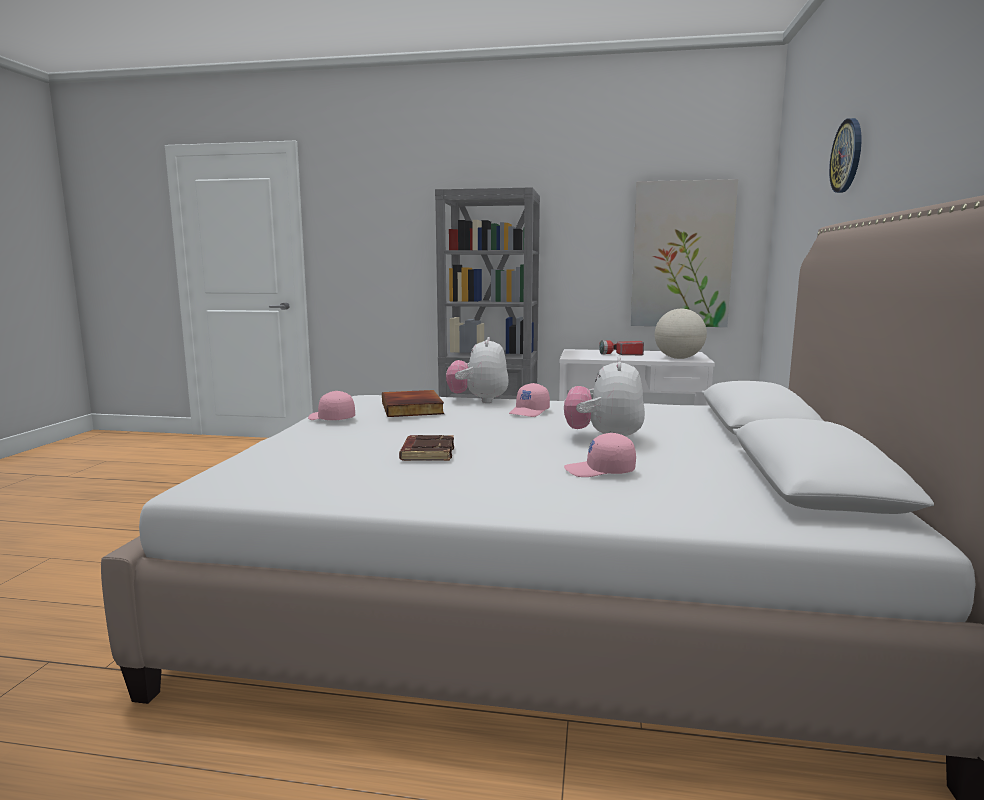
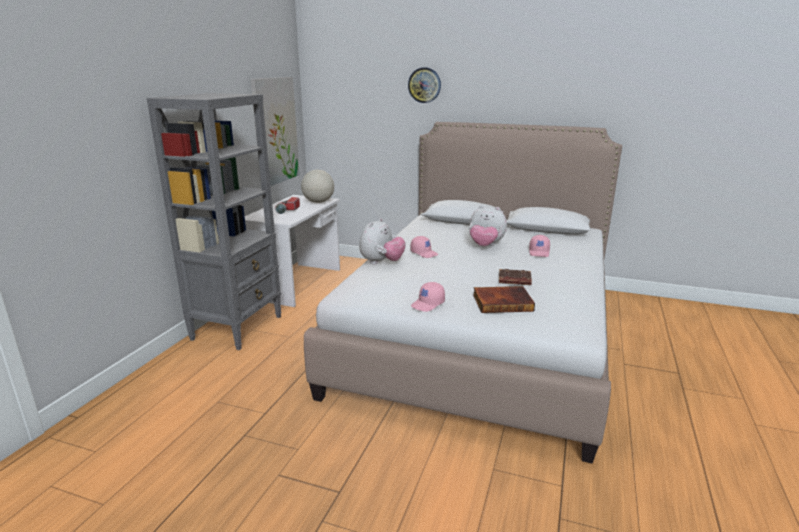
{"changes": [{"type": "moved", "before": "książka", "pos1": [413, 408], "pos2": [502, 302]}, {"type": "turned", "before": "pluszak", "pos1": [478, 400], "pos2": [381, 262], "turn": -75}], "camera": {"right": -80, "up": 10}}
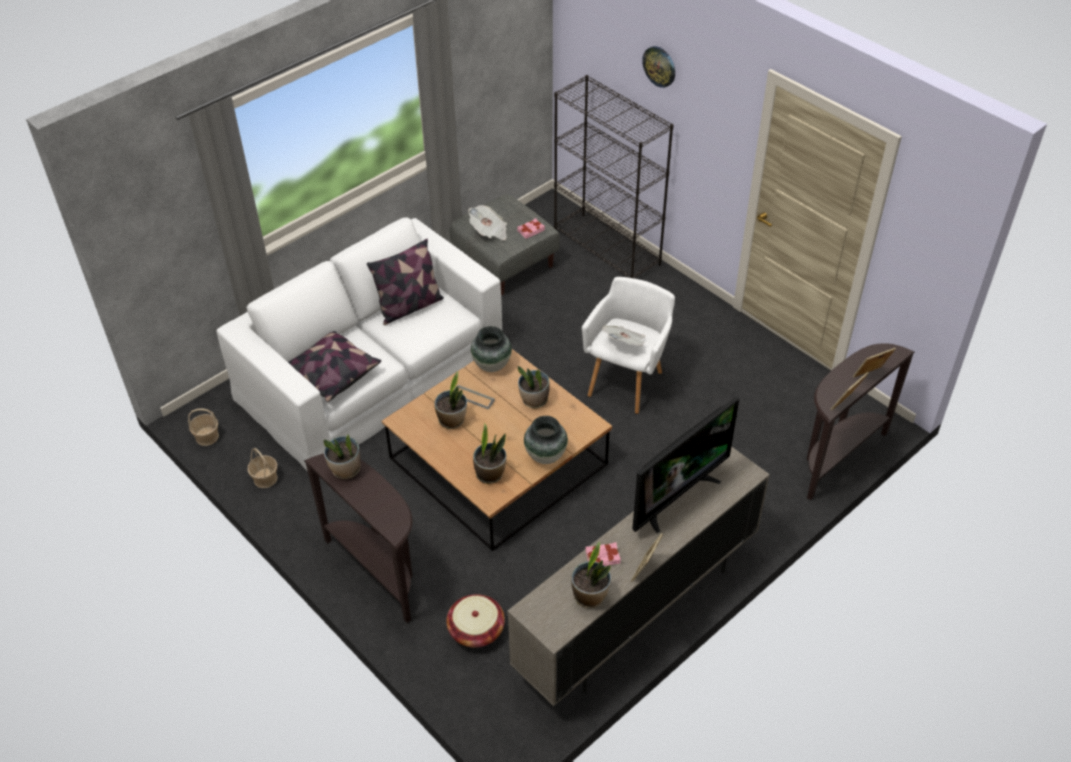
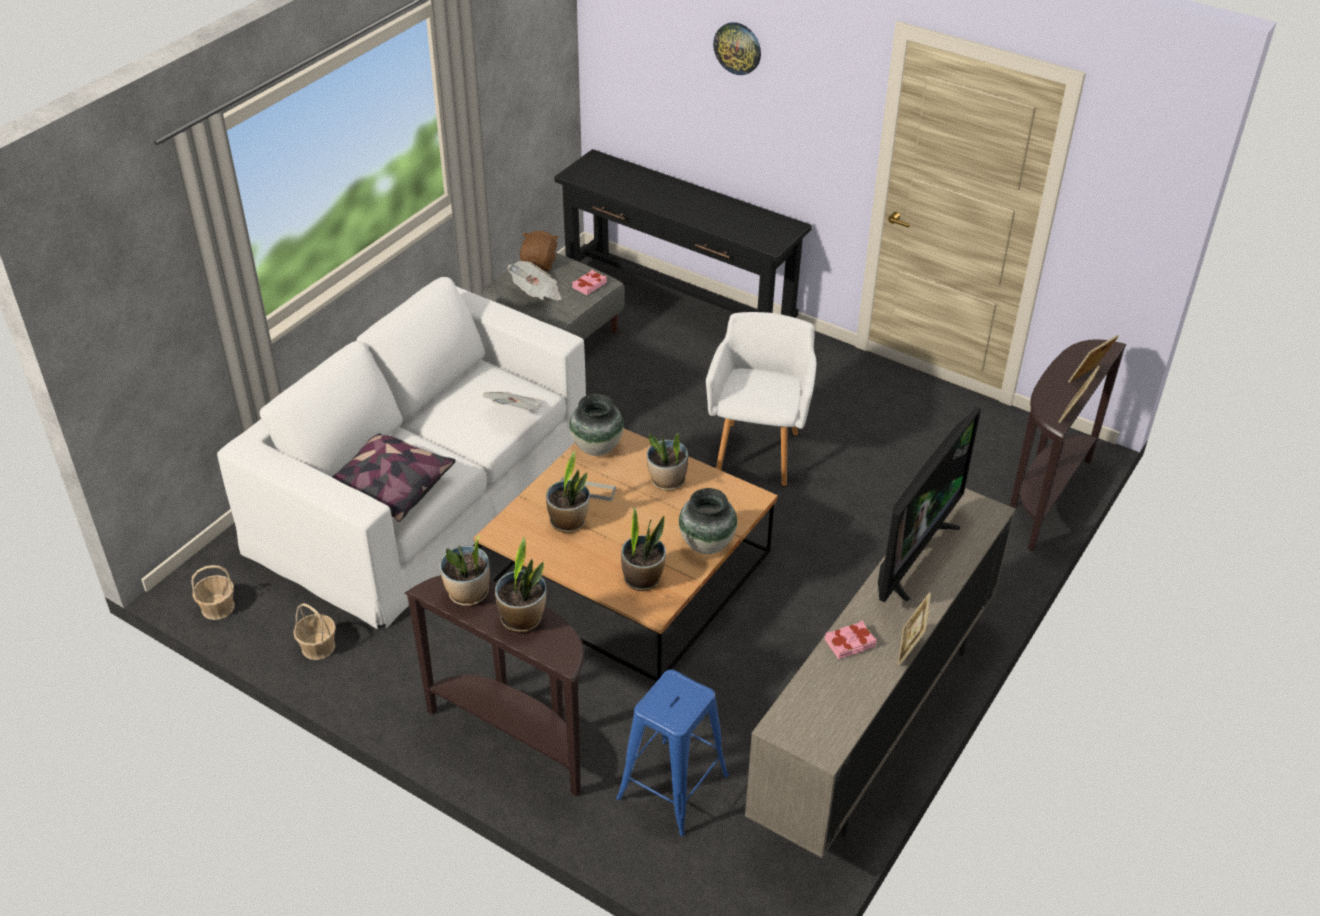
{"changes": [{"type": "removed", "before": "poduszka", "pos1": [409, 307]}, {"type": "replaced", "before": "koszyk", "after": "stołek [niebieski]", "pos1": [476, 630], "pos2": [673, 786]}, {"type": "replaced", "before": "regał [czarny]", "after": "stolik konsolowy [czarny]", "pos1": [607, 248], "pos2": [678, 302]}, {"type": "moved", "before": "roślina doniczkowa", "pos1": [590, 596], "pos2": [522, 618]}, {"type": "moved", "before": "gazeta", "pos1": [625, 343], "pos2": [516, 412]}, {"type": "added", "after": "pluszak [brązowy]", "pos2": [539, 263]}], "camera": {"right": -15, "up": -5}}
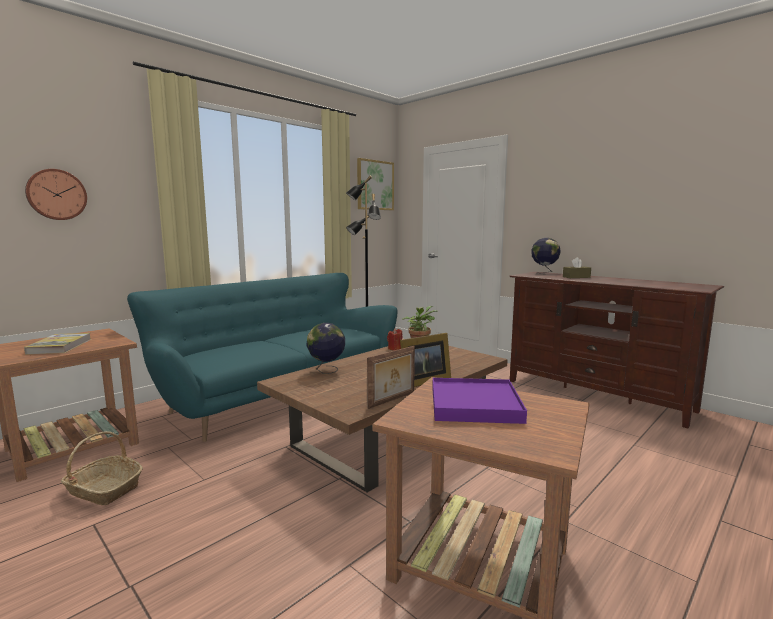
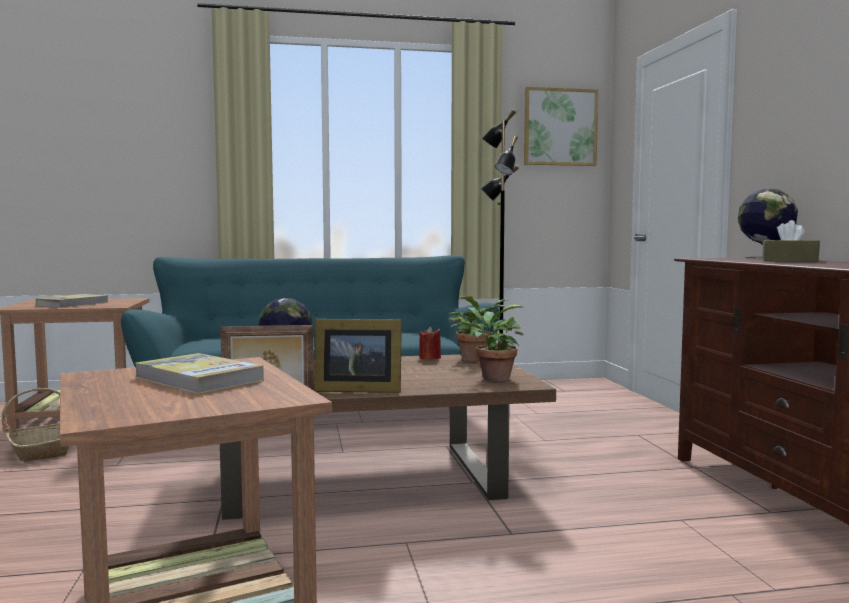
{"changes": [{"type": "removed", "before": "zegar ścienny", "pos1": [56, 194]}, {"type": "replaced", "before": "taca [fioletowy]", "after": "książka", "pos1": [475, 404], "pos2": [198, 379]}, {"type": "added", "after": "roślina doniczkowa", "pos2": [492, 378]}], "camera": {"right": 35, "up": -5}}
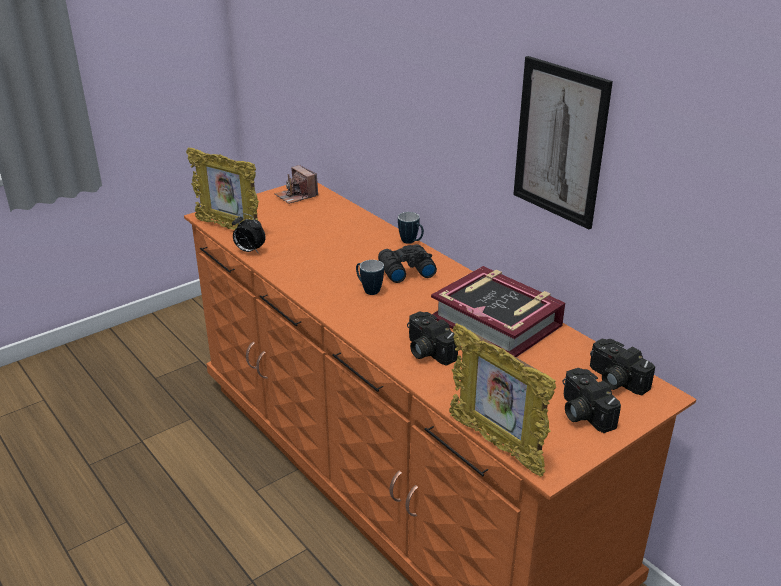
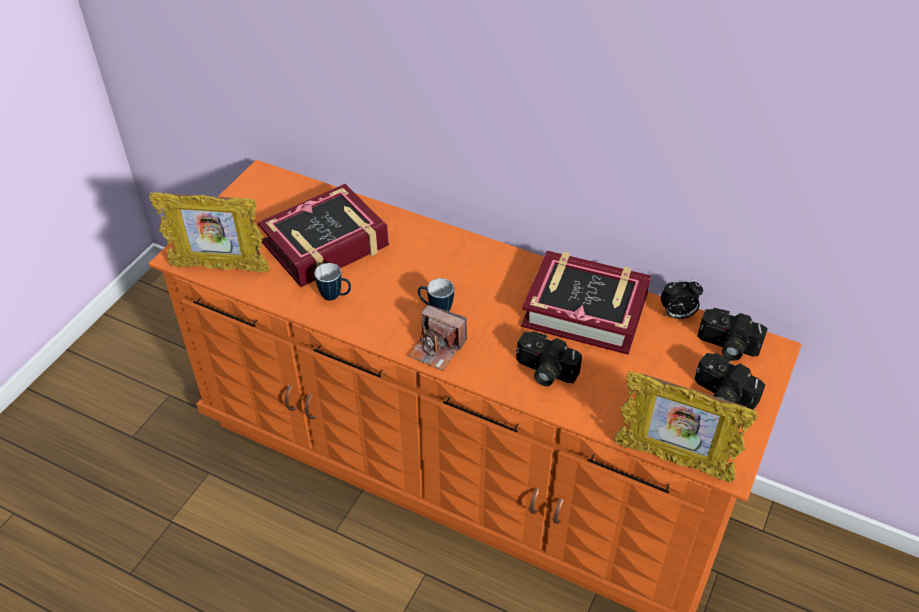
{"changes": [{"type": "moved", "before": "budzik", "pos1": [249, 251], "pos2": [677, 315]}, {"type": "moved", "before": "aparat fotograficzny", "pos1": [296, 196], "pos2": [437, 348]}, {"type": "removed", "before": "lornetka [czarny]", "pos1": [405, 270]}, {"type": "moved", "before": "kubek", "pos1": [411, 242], "pos2": [335, 296]}, {"type": "removed", "before": "obraz", "pos1": [560, 142]}, {"type": "added", "after": "książka", "pos2": [325, 245]}], "camera": {"right": -25, "up": 15}}
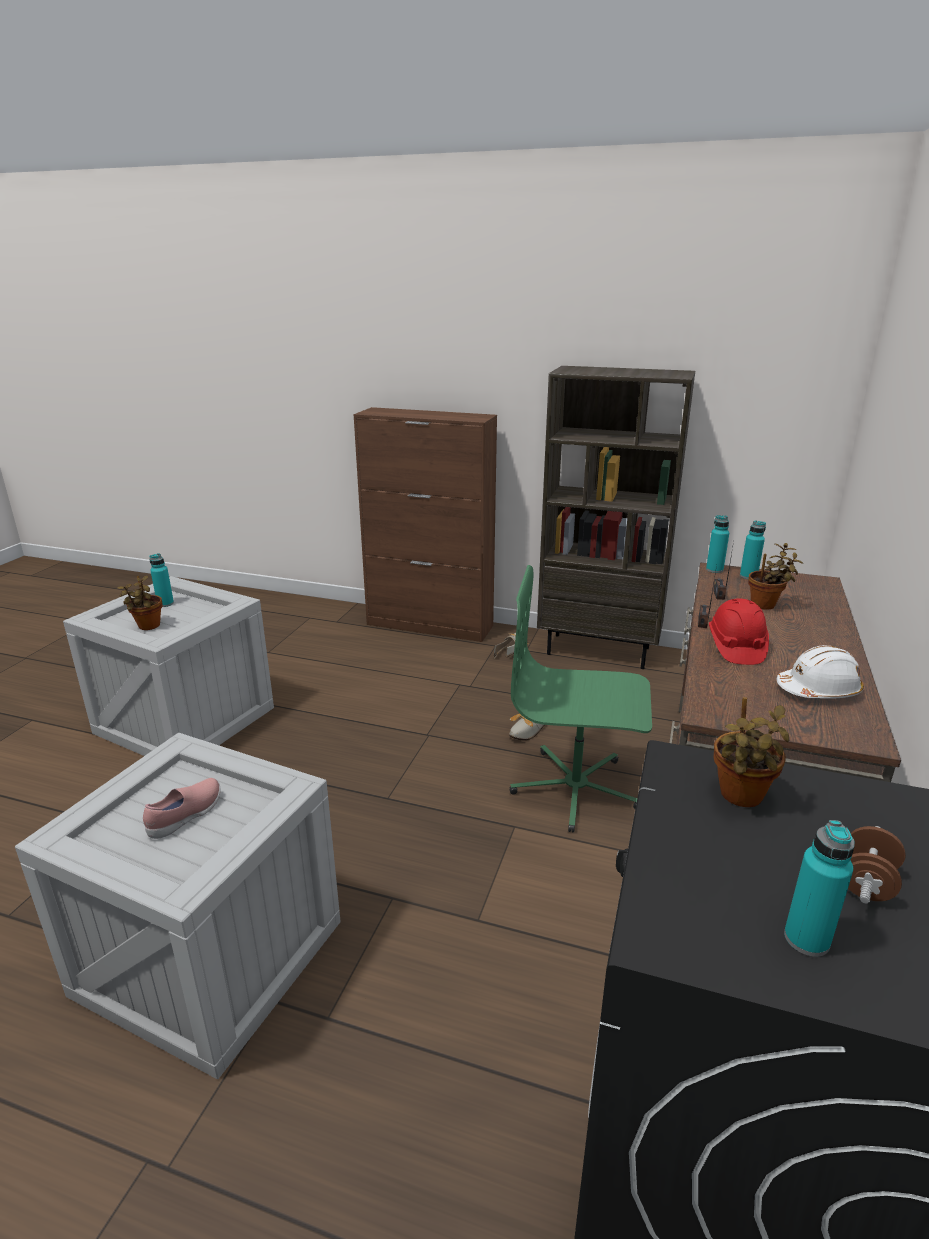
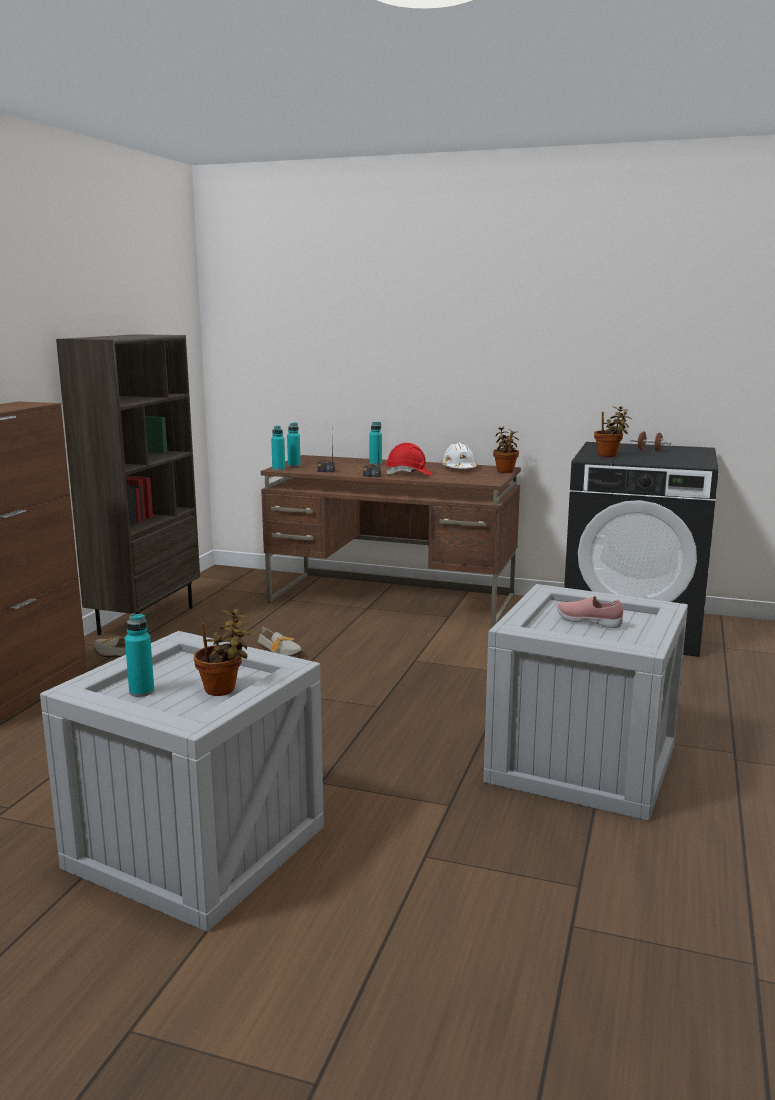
{"changes": [{"type": "removed", "before": "krzesło biurowe [zielony]", "pos1": [576, 789]}, {"type": "moved", "before": "roślina doniczkowa", "pos1": [766, 605], "pos2": [505, 471]}, {"type": "moved", "before": "butelka [turkusowy]", "pos1": [806, 939], "pos2": [375, 464]}], "camera": {"right": -90, "up": -10}}
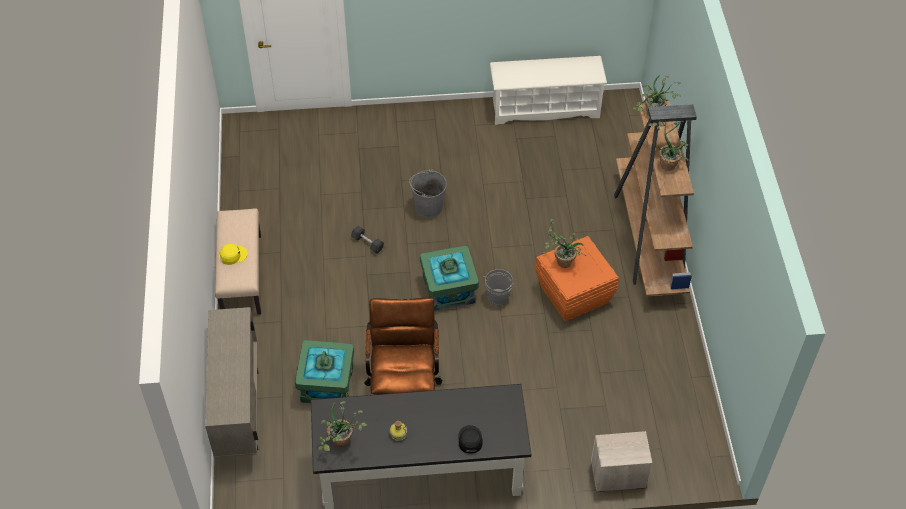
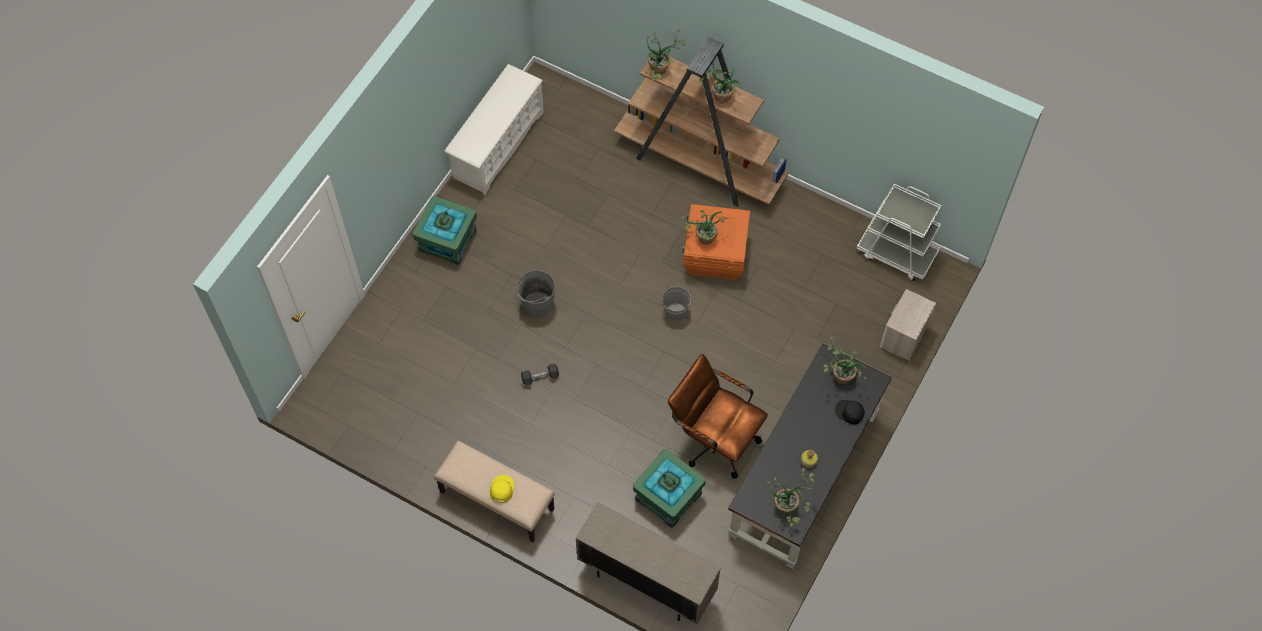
{"changes": [{"type": "moved", "before": "pojemnik do przechowywania [zielony]", "pos1": [449, 289], "pos2": [447, 240]}, {"type": "added", "after": "roślina doniczkowa", "pos2": [839, 375]}, {"type": "added", "after": "wózek [biały]", "pos2": [897, 253]}], "camera": {"right": -55, "up": 10}}
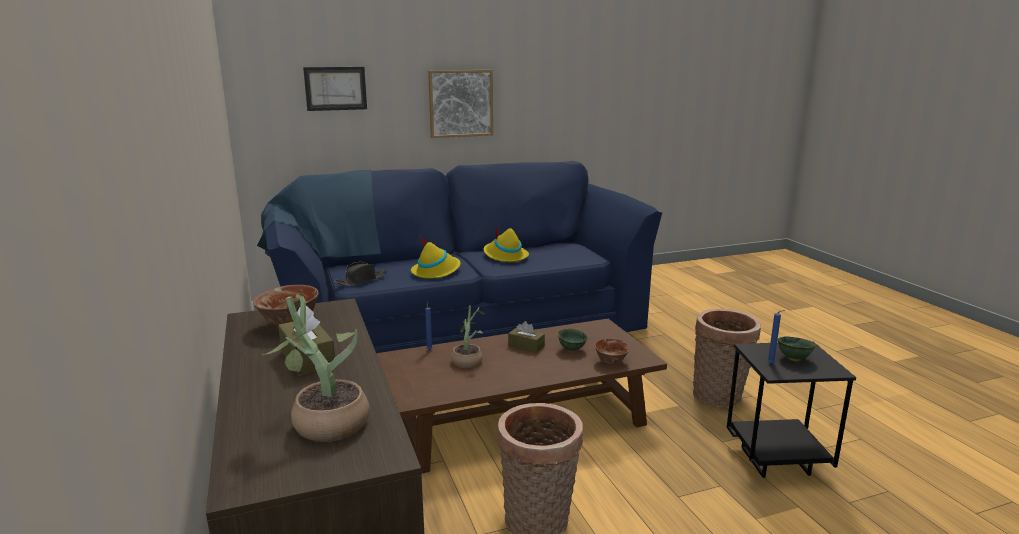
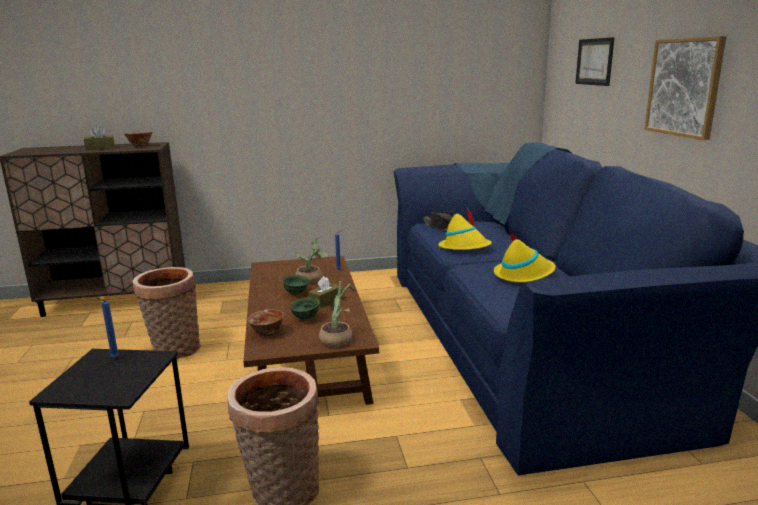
{"changes": [{"type": "moved", "before": "roślina doniczkowa", "pos1": [323, 422], "pos2": [338, 339]}, {"type": "moved", "before": "miska [zielony]", "pos1": [793, 359], "pos2": [296, 293]}], "camera": {"right": 100, "up": 0}}
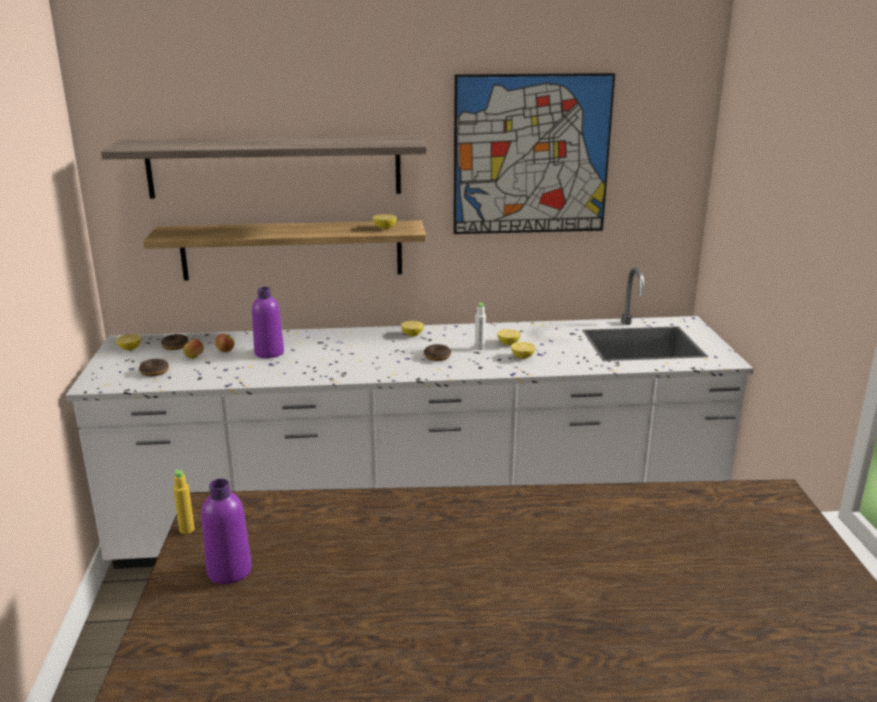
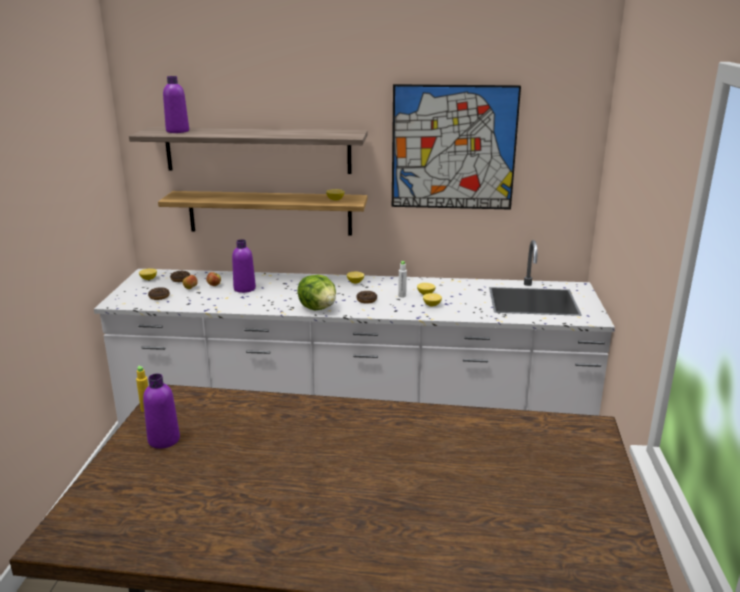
{"changes": [{"type": "added", "after": "butelka [fioletowy]", "pos2": [177, 131]}, {"type": "added", "after": "sałata", "pos2": [318, 308]}], "camera": {"right": 10, "up": 0}}
